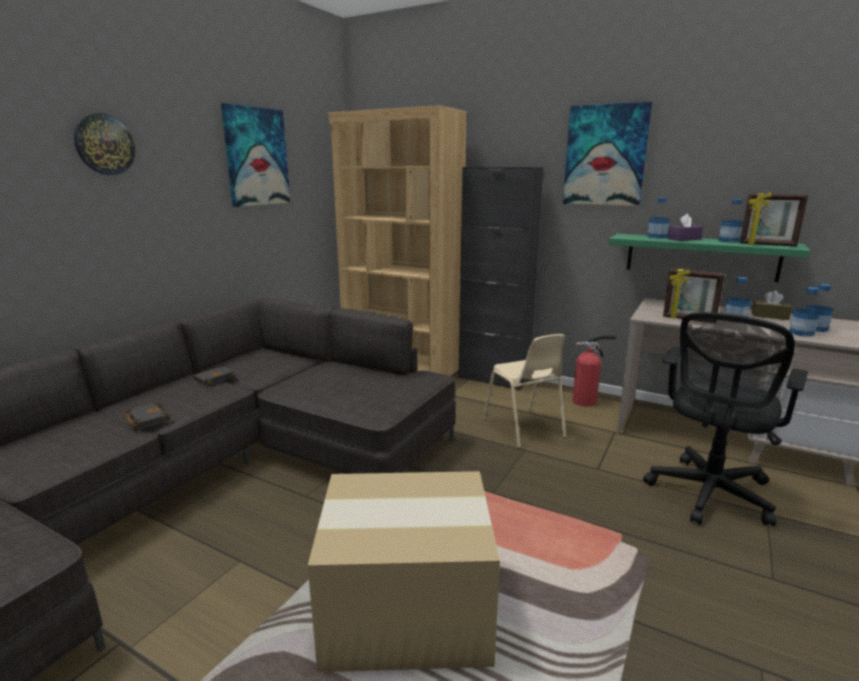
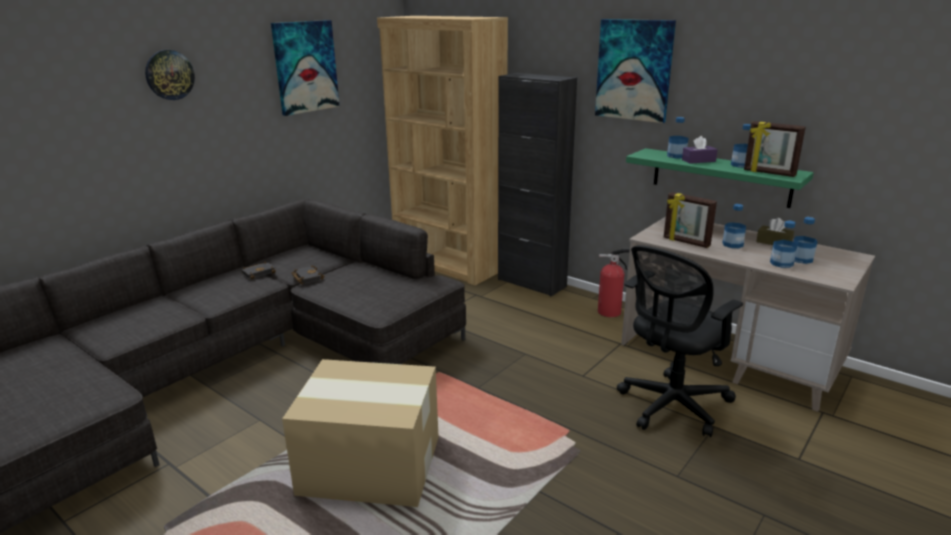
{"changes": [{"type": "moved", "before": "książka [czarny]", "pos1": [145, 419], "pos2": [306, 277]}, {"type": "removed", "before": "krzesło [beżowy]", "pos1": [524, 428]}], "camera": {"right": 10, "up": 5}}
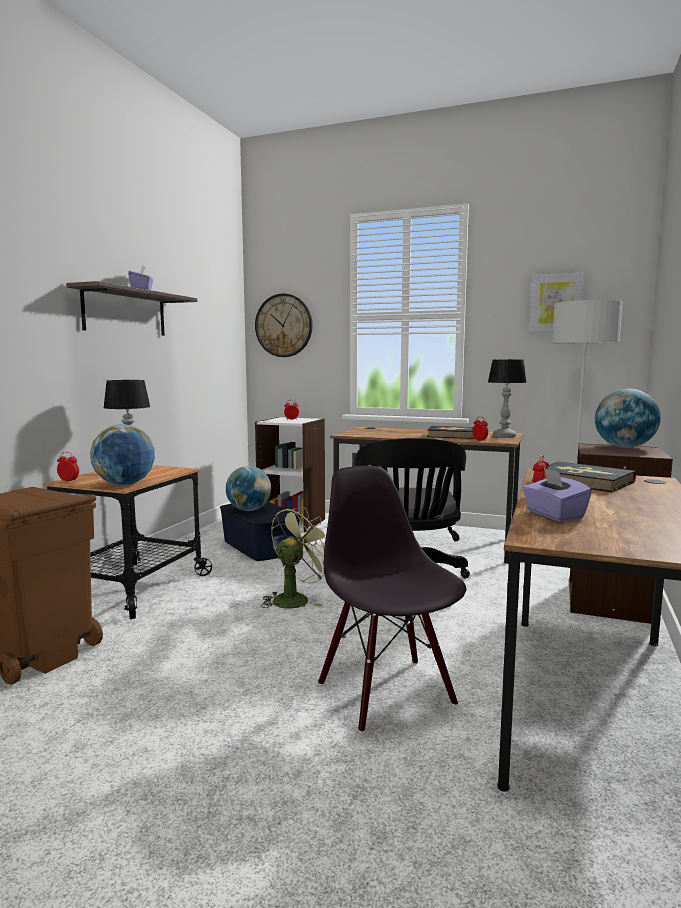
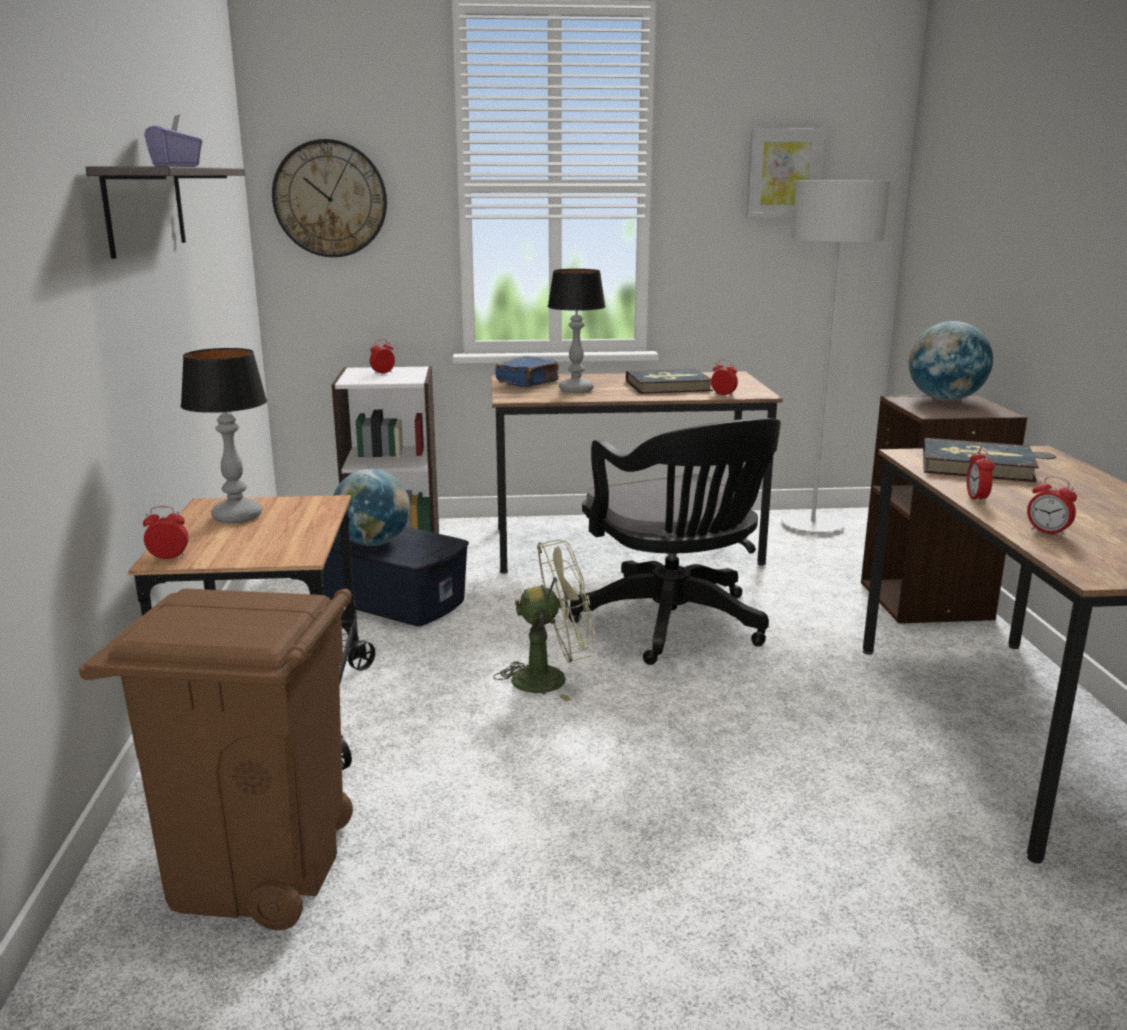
{"changes": [{"type": "removed", "before": "globus", "pos1": [125, 484]}, {"type": "turned", "before": "wentylator [zielony]", "pos1": [295, 599], "pos2": [551, 678], "turn": 60}, {"type": "removed", "before": "krzesło [czarny]", "pos1": [387, 693]}, {"type": "moved", "before": "lampa stołowa", "pos1": [505, 436], "pos2": [576, 390]}, {"type": "replaced", "before": "pudełko chusteczek [fioletowy]", "after": "budzik", "pos1": [553, 515], "pos2": [1047, 532]}, {"type": "added", "after": "książka [niebieski]", "pos2": [528, 383]}], "camera": {"right": -25, "up": 10}}
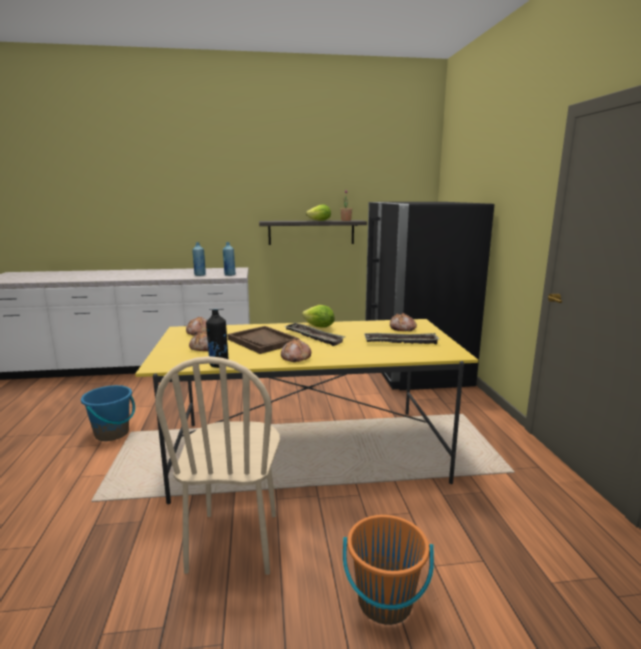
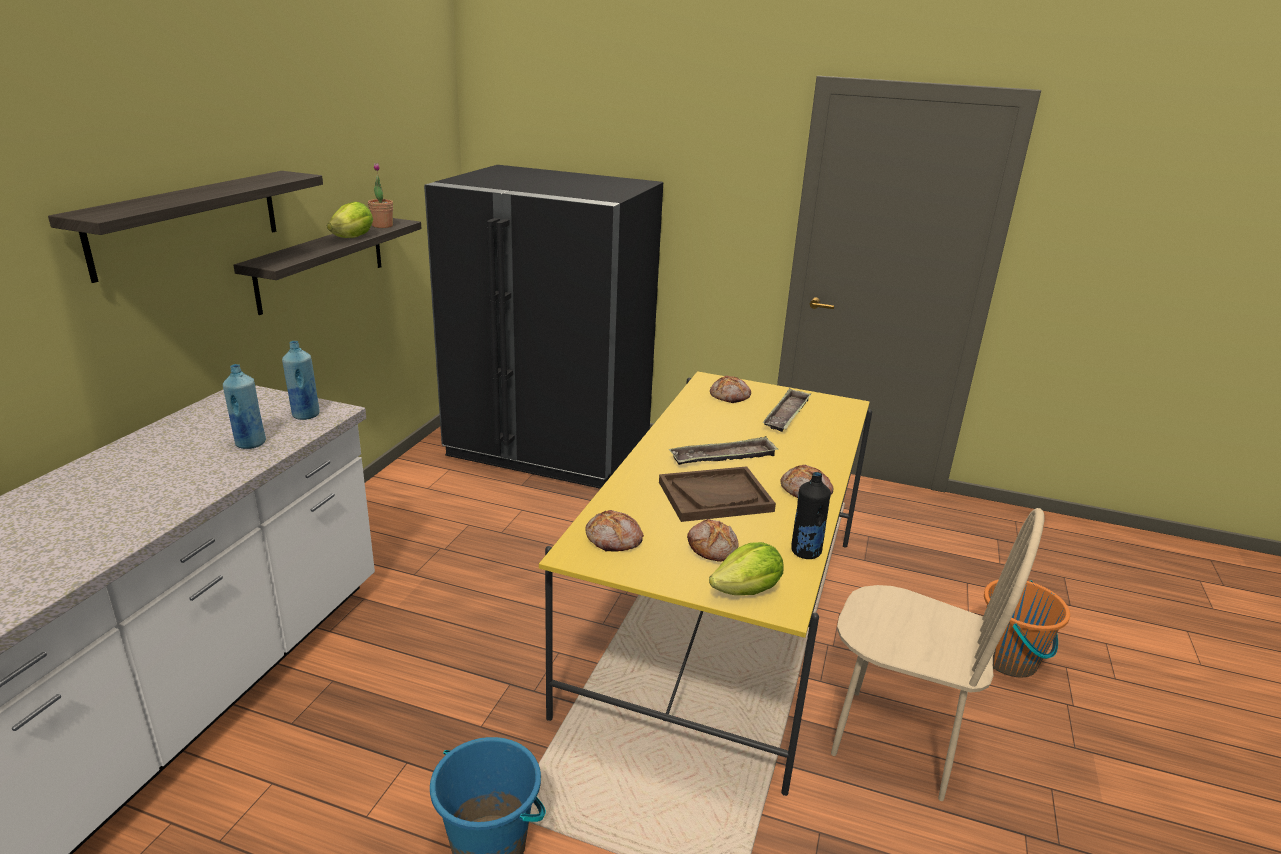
{"changes": [{"type": "moved", "before": "sałata", "pos1": [319, 327], "pos2": [747, 591]}, {"type": "added", "after": "półka", "pos2": [188, 222]}], "camera": {"right": -65, "up": 10}}
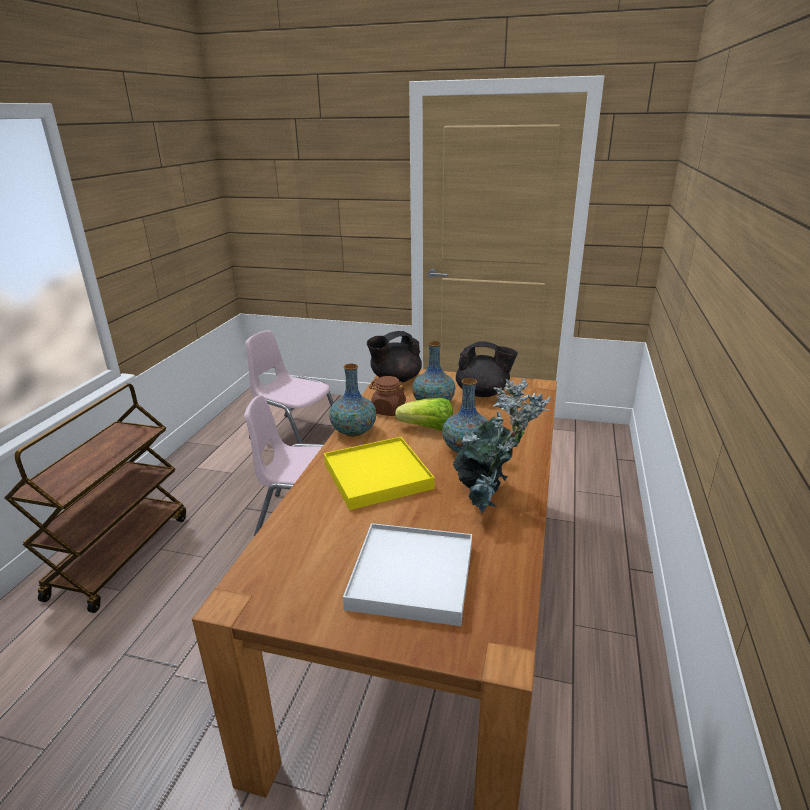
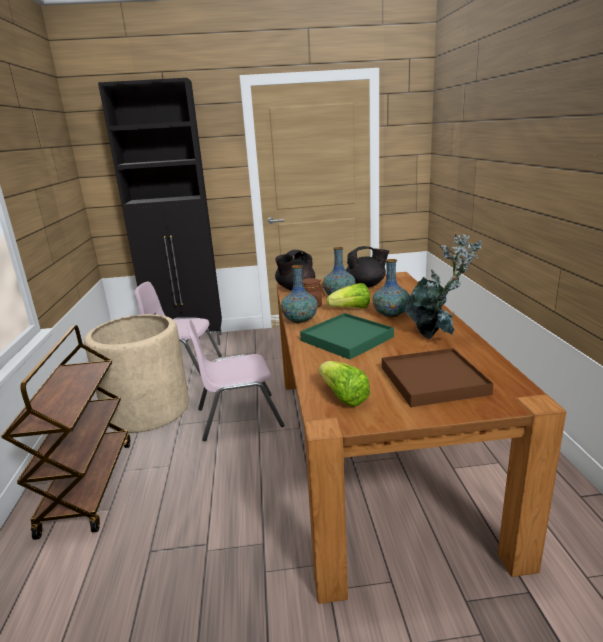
{"changes": [{"type": "recoloured", "before": "taca [żółty]", "after": "taca [zielony]", "pos1": [377, 476], "pos2": [347, 339]}, {"type": "recoloured", "before": "taca [biały]", "after": "taca [brązowy]", "pos1": [412, 576], "pos2": [433, 380]}, {"type": "added", "after": "donica [beżowy]", "pos2": [147, 410]}, {"type": "added", "after": "szafka [czarny]", "pos2": [189, 342]}, {"type": "added", "after": "sałata", "pos2": [343, 397]}], "camera": {"right": -20, "up": -5}}
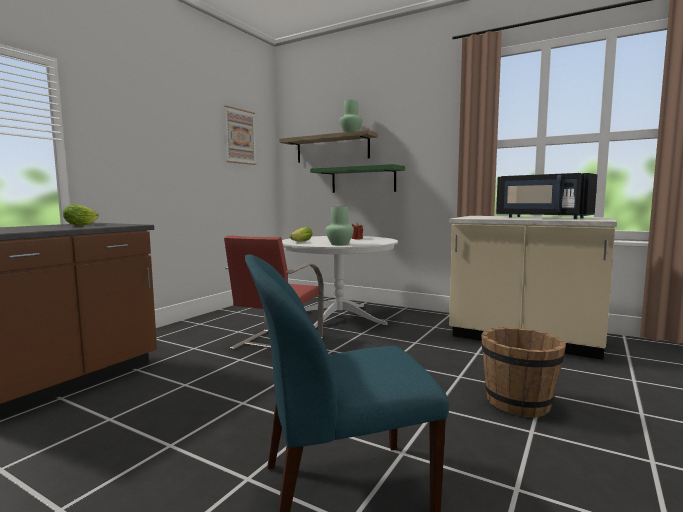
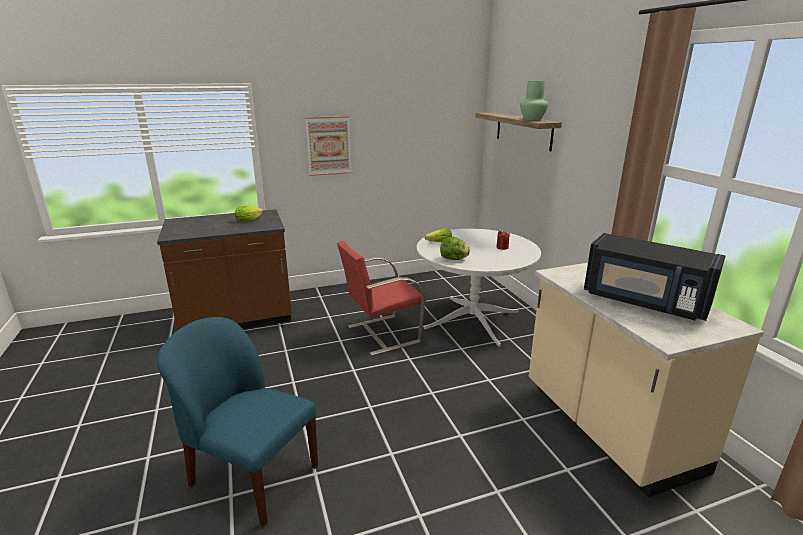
{"changes": [{"type": "moved", "before": "obraz", "pos1": [240, 136], "pos2": [328, 145]}, {"type": "removed", "before": "półka [zielony]", "pos1": [363, 180]}, {"type": "replaced", "before": "wazon [zielony]", "after": "sałata", "pos1": [339, 244], "pos2": [453, 259]}, {"type": "removed", "before": "wiadro [brązowy]", "pos1": [518, 403]}, {"type": "turned", "before": "mikrofalówka [czarny]", "pos1": [542, 217], "pos2": [644, 302], "turn": -45}], "camera": {"right": 40, "up": 15}}
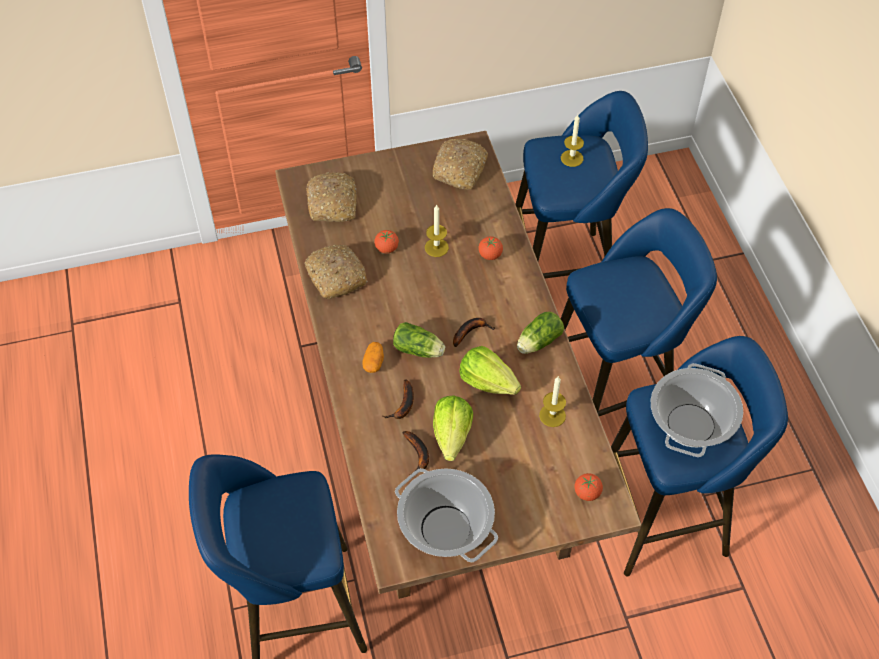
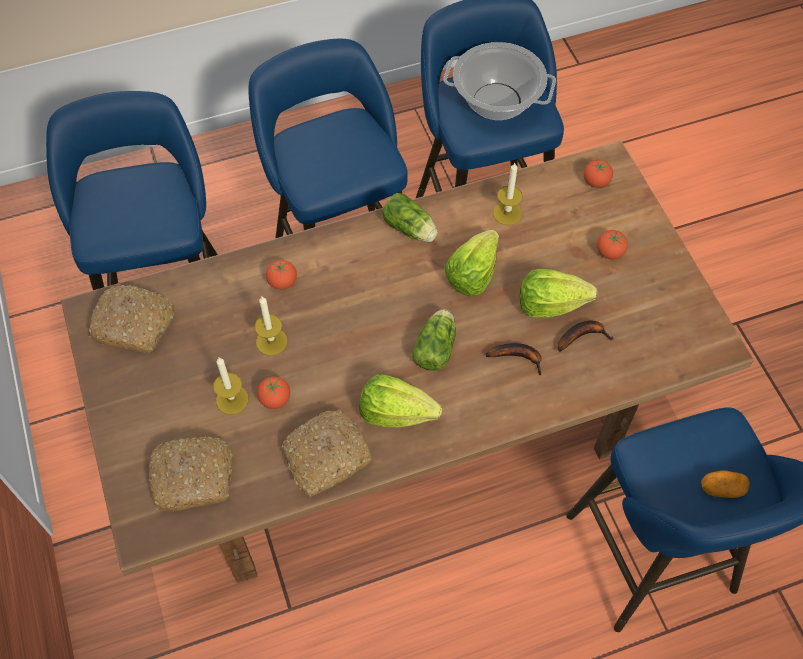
{"changes": [{"type": "moved", "before": "ziemniak", "pos1": [373, 362], "pos2": [721, 488]}, {"type": "removed", "before": "garnek", "pos1": [445, 528]}, {"type": "removed", "before": "banan", "pos1": [470, 331]}, {"type": "moved", "before": "świeca", "pos1": [572, 158], "pos2": [232, 400]}, {"type": "added", "after": "sałata", "pos2": [396, 413]}, {"type": "added", "after": "pomidor", "pos2": [609, 252]}], "camera": {"right": -95, "up": 5}}
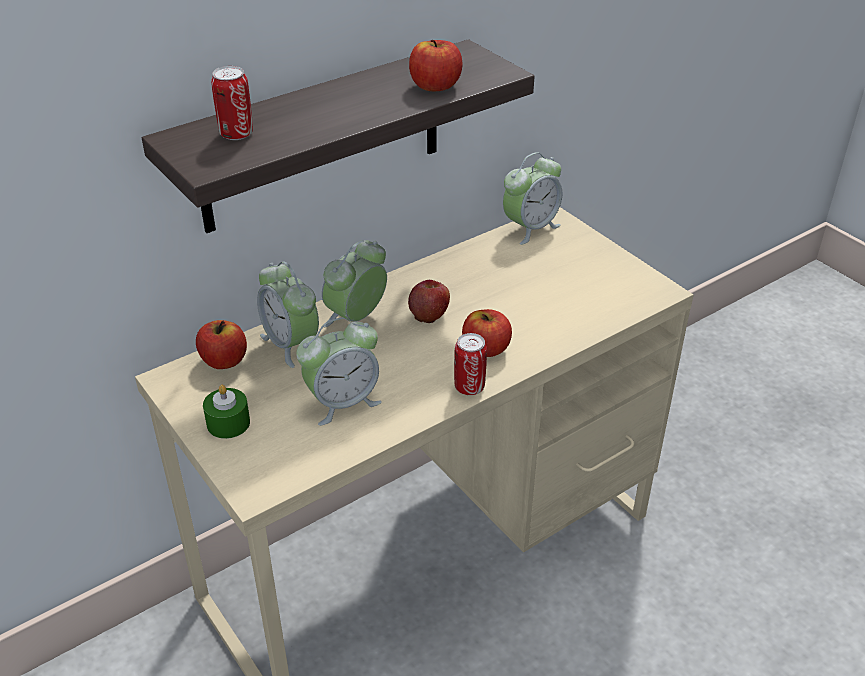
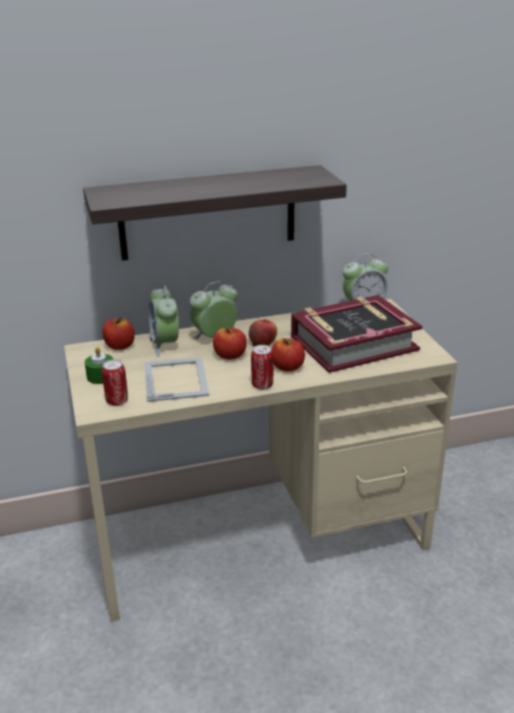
{"changes": [{"type": "moved", "before": "puszka", "pos1": [236, 134], "pos2": [117, 401]}, {"type": "replaced", "before": "budzik", "after": "ramka na zdjęcie", "pos1": [342, 402], "pos2": [176, 378]}, {"type": "moved", "before": "jabłko", "pos1": [435, 86], "pos2": [230, 355]}, {"type": "added", "after": "książka", "pos2": [353, 343]}], "camera": {"right": 20, "up": -10}}
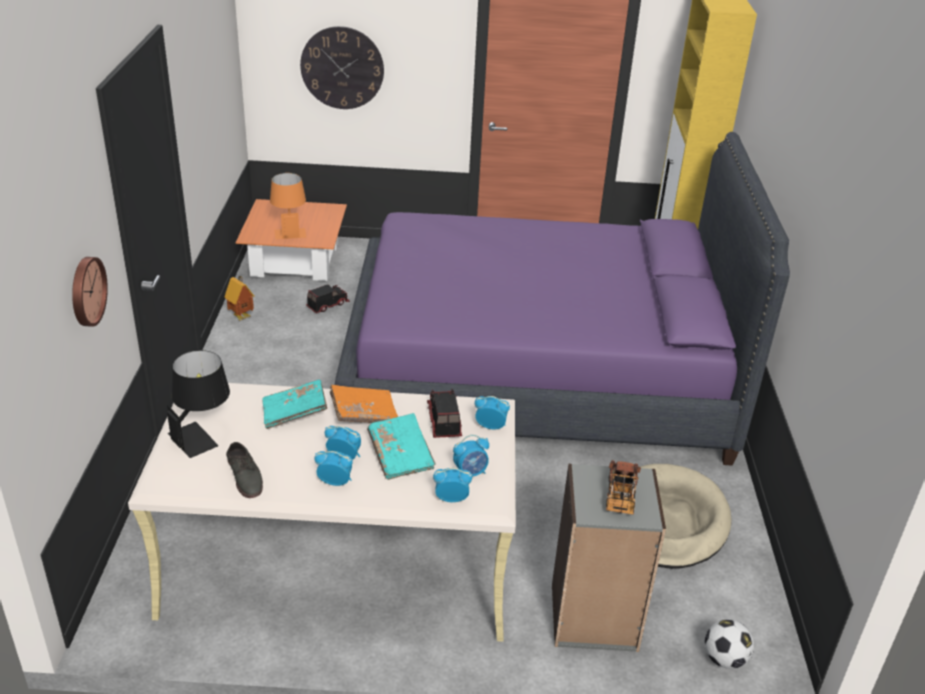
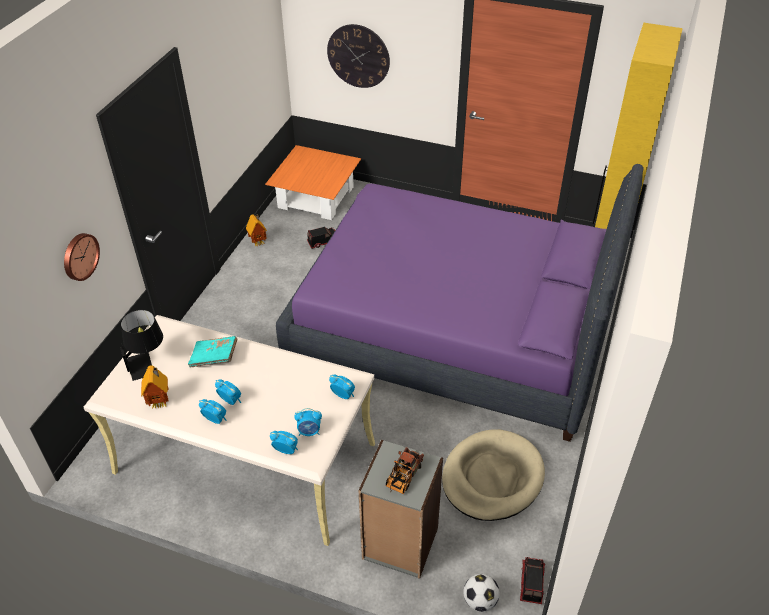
{"changes": [{"type": "replaced", "before": "but [szary]", "after": "domek", "pos1": [245, 476], "pos2": [160, 402]}, {"type": "removed", "before": "lampa stołowa [pomarańczowy]", "pos1": [289, 230]}, {"type": "removed", "before": "książka [pomarańczowy]", "pos1": [363, 414]}, {"type": "removed", "before": "książka [turkusowy]", "pos1": [400, 455]}, {"type": "moved", "before": "ciężarówka zabawkowa", "pos1": [443, 421], "pos2": [531, 583]}], "camera": {"right": 20, "up": 10}}
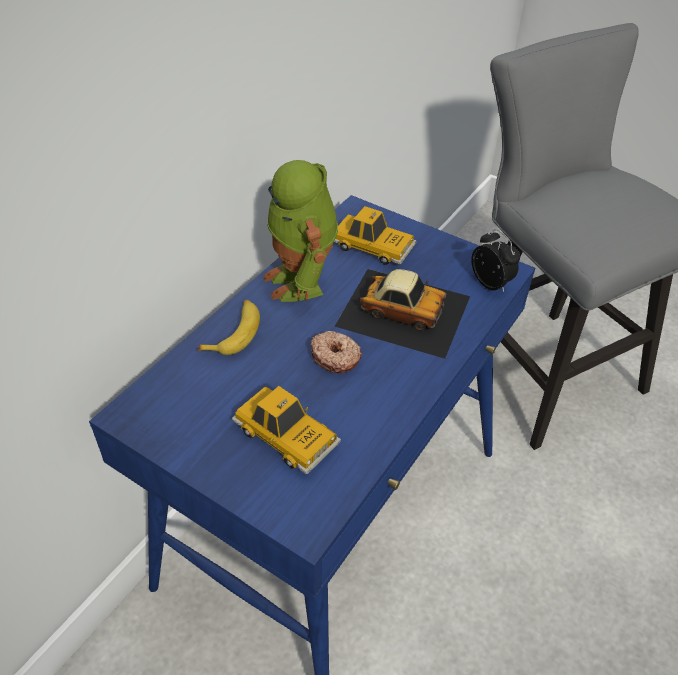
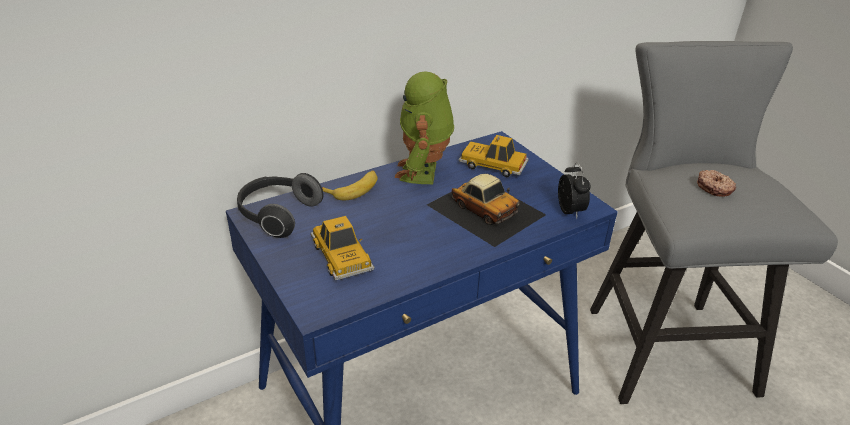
{"changes": [{"type": "moved", "before": "donut", "pos1": [335, 357], "pos2": [714, 188]}, {"type": "turned", "before": "samochodzik", "pos1": [372, 246], "pos2": [493, 165], "turn": 150}, {"type": "added", "after": "słuchawki", "pos2": [277, 215]}], "camera": {"right": 25, "up": -10}}
